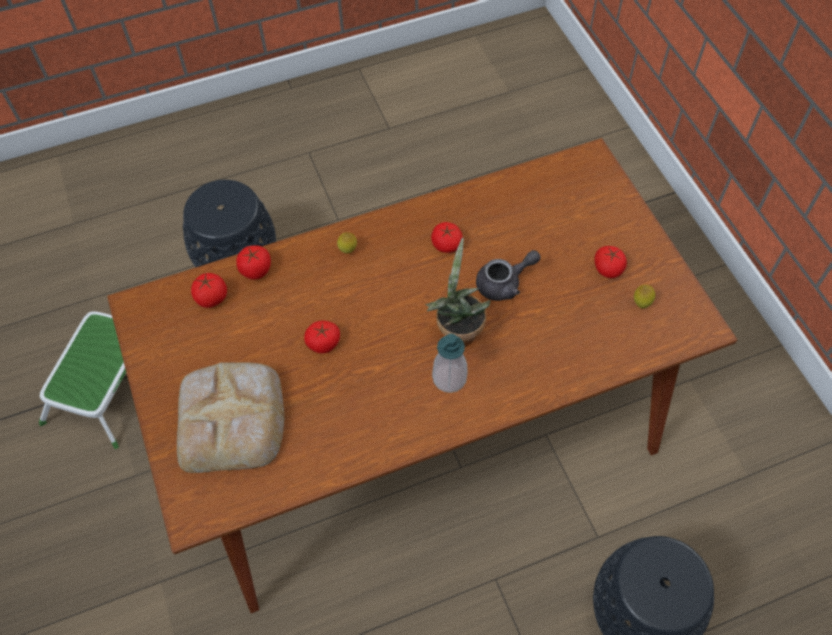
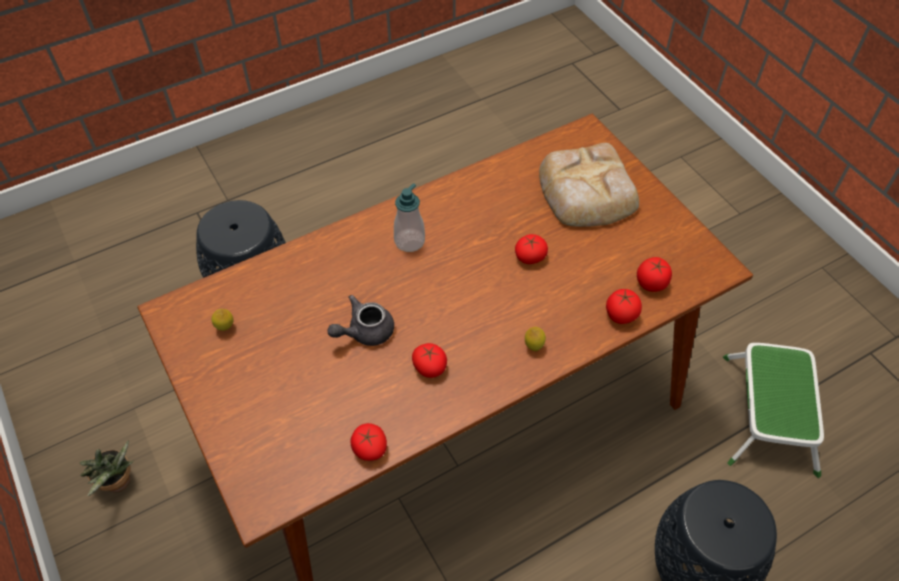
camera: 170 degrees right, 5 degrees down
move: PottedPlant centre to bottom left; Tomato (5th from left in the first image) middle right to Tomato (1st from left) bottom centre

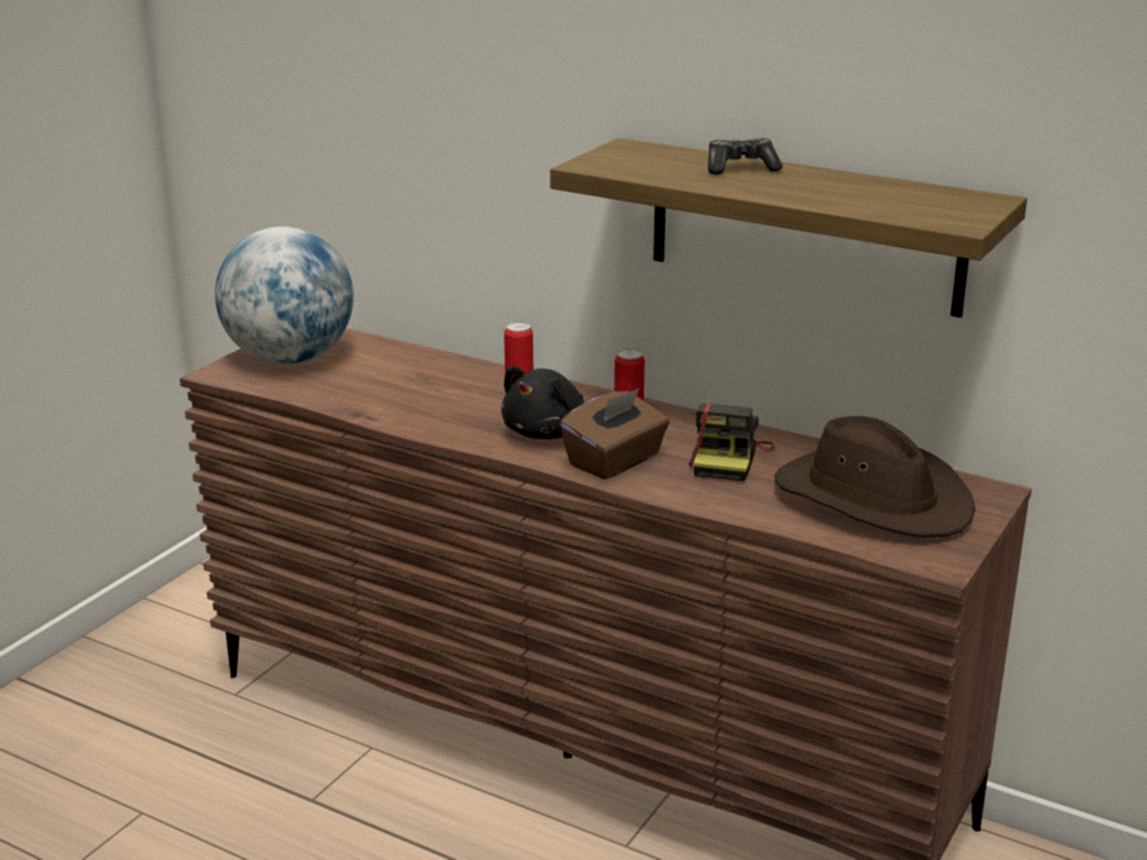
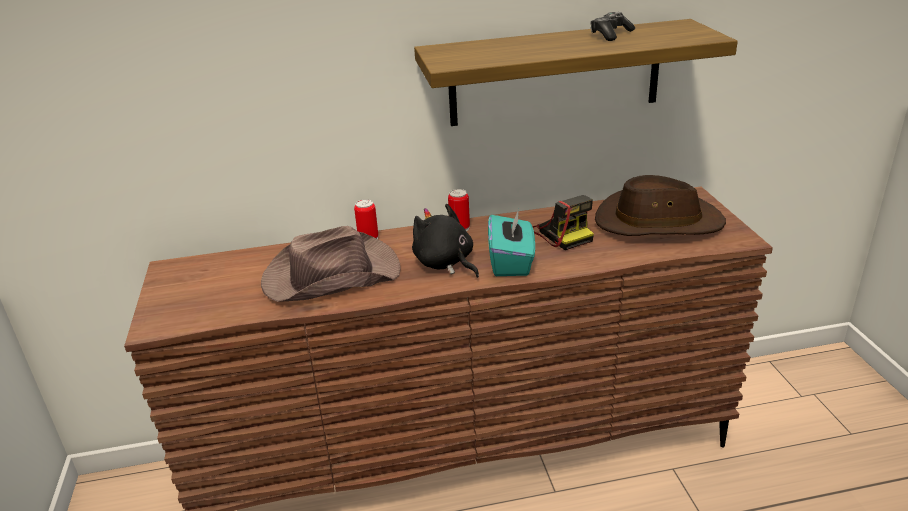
camera: 40 degrees left, 5 degrees up
delete: Globe middle left
insert: BrownHat (1st from left) centre
move: GameController top centre to top right
recolor: BrownTissueBox centre to TurquoiseTissueBox centre
rotate: BlackPlushToy centre = centre 150 degrees clockwise

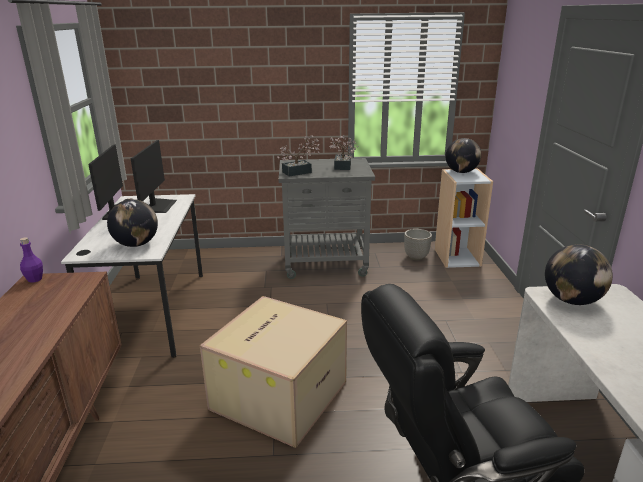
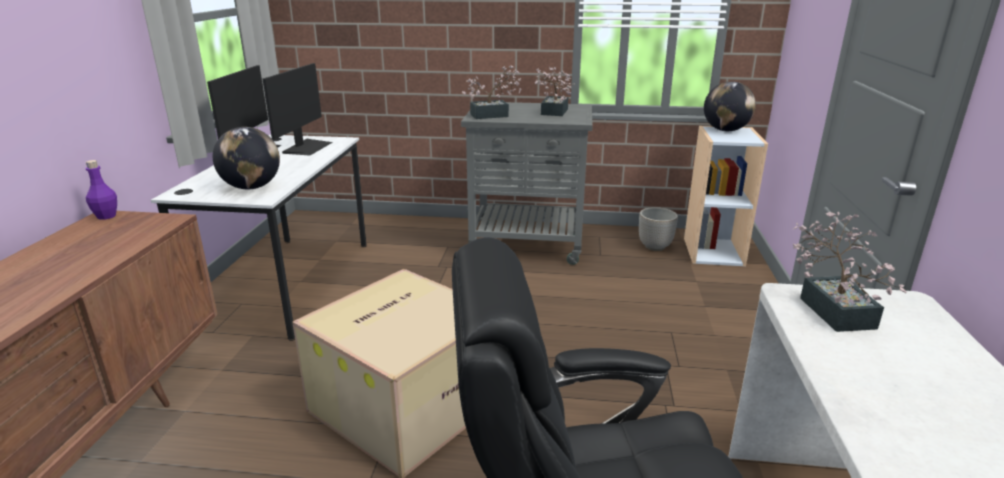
camera: 10 degrees right, 0 degrees up
replace: Globe (3rd from left) middle right to PottedPlant (3rd from left) middle right

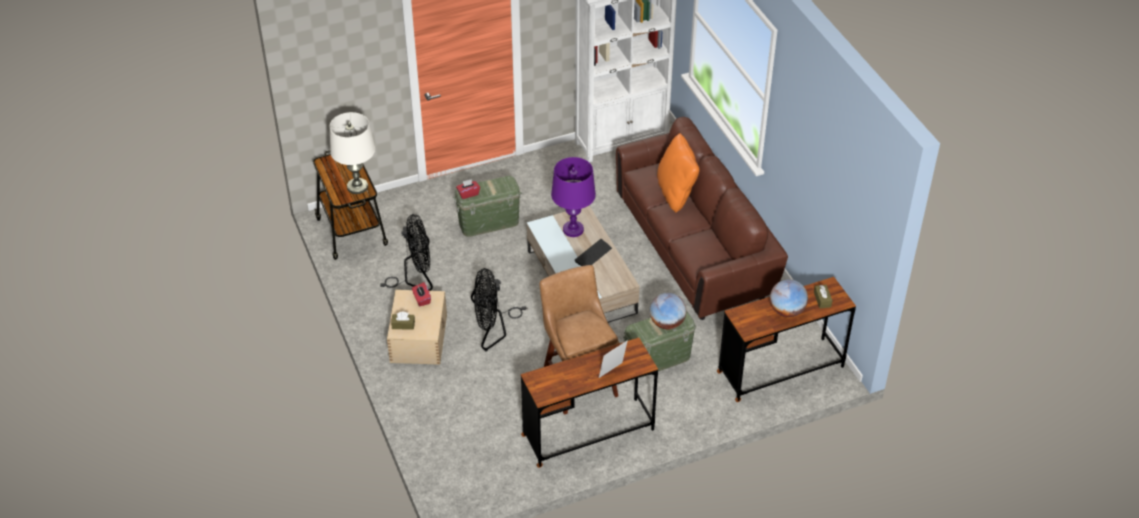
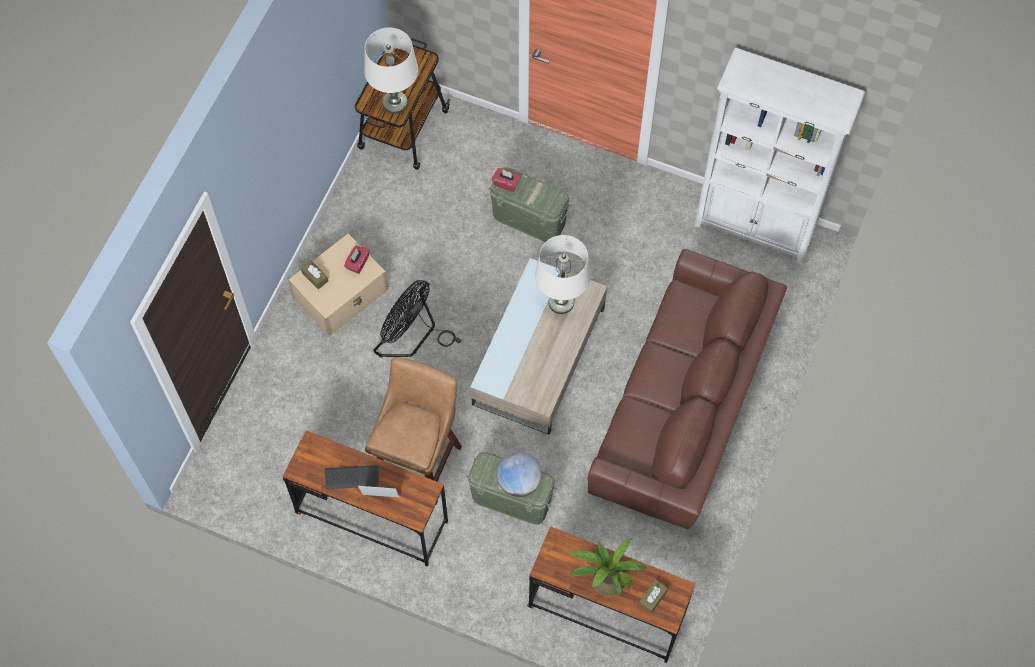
camera: 45 degrees right, 20 degrees up
delete: BlackFan (1st from left) centre; OrangePillow centre
move: Keyboard centre to bottom centre
replace: Globe (2nd from left) middle right to PottedPlant bottom centre
recolor: PurpleTableLamp centre to WhiteTableLamp (2nd from left) centre

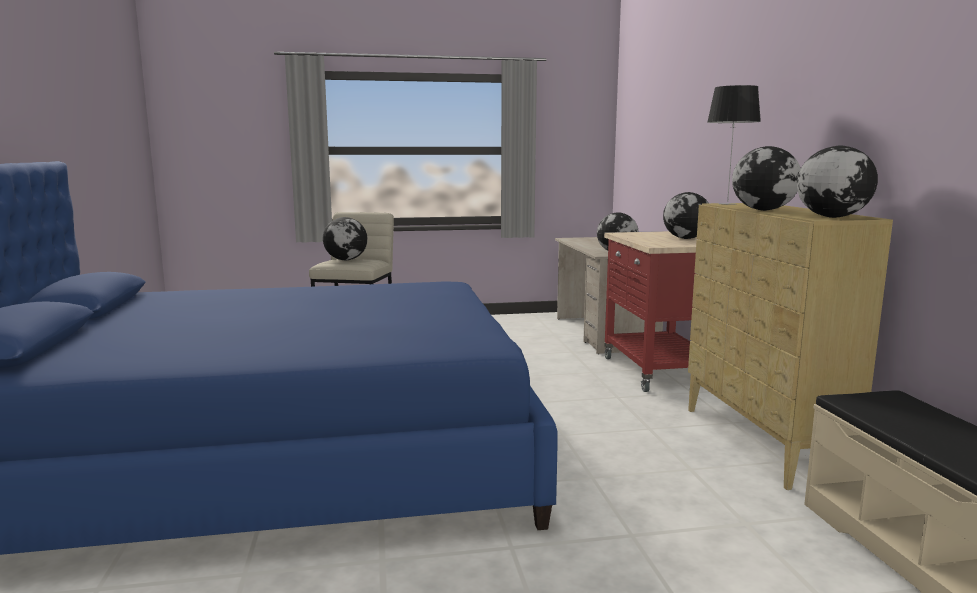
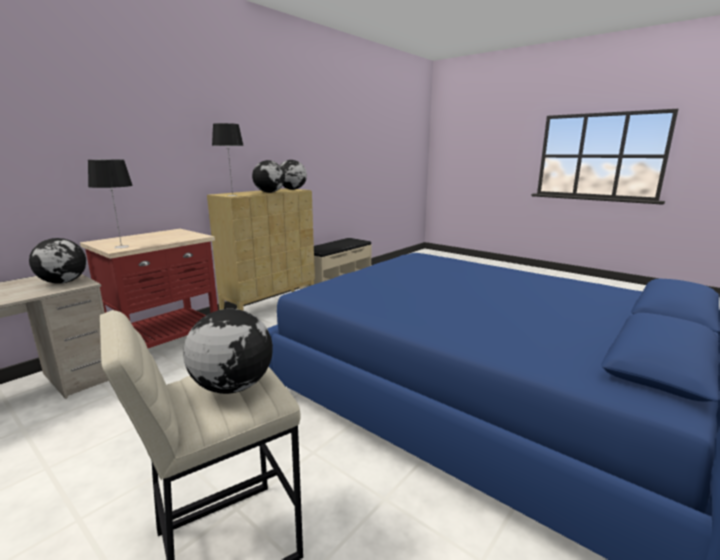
camera: 130 degrees left, 5 degrees up
delete: Globe (3rd from left) middle right
insert: TableLamp (1st from left) middle left

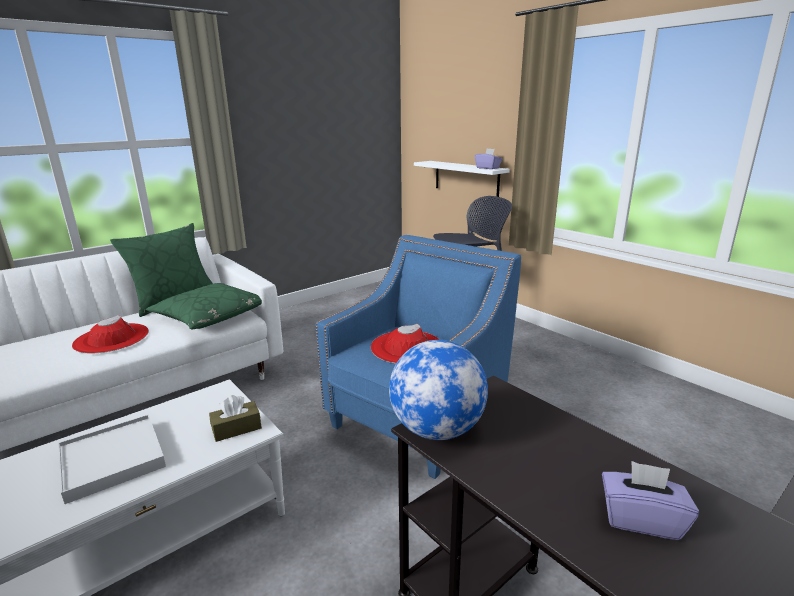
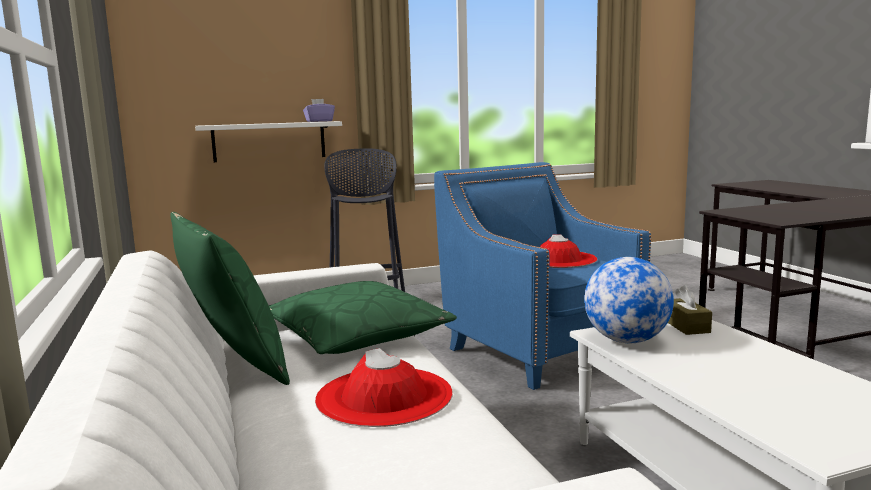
camera: 70 degrees left, 10 degrees down
delete: WhiteTray bottom left; PurpleTissueBox (2nd from left) bottom right
move: Globe centre to middle right

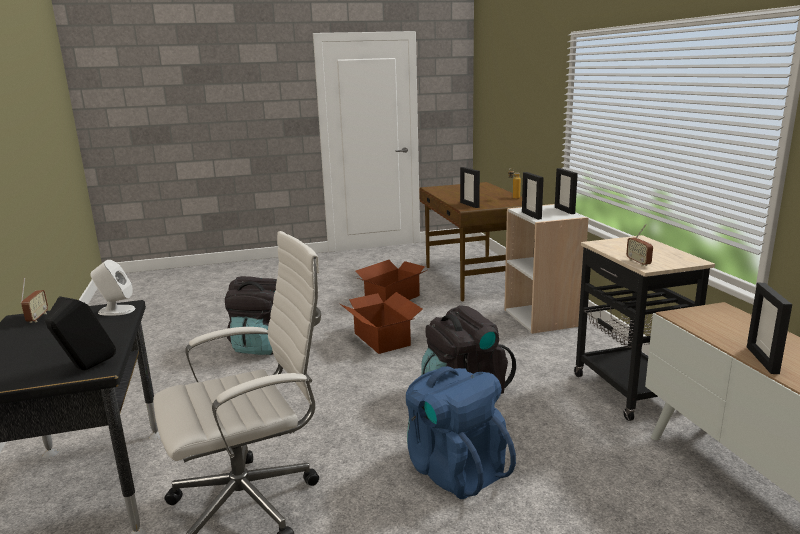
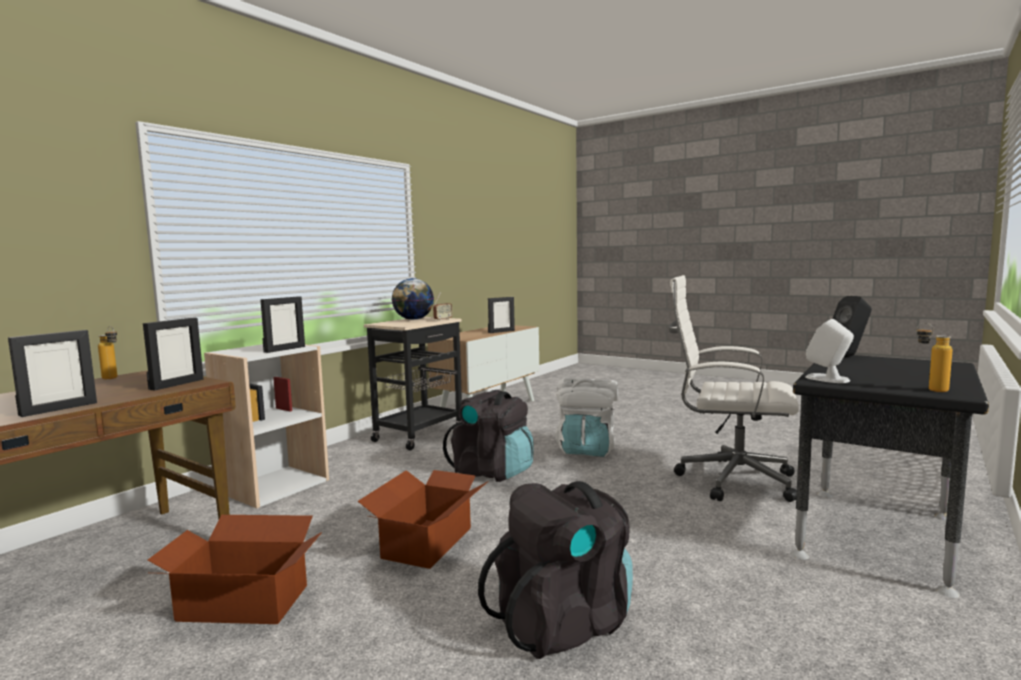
camera: 130 degrees left, 10 degrees down
insert: Globe centre
move: PictureFrame (3rd from left in the first image) middle right to PictureFrame (1st from left) middle left
replace: Radio (1st from left) middle left to Bottle (2nd from left) middle right
recolor: BlueBackpack bottom centre to WhiteBackpack centre

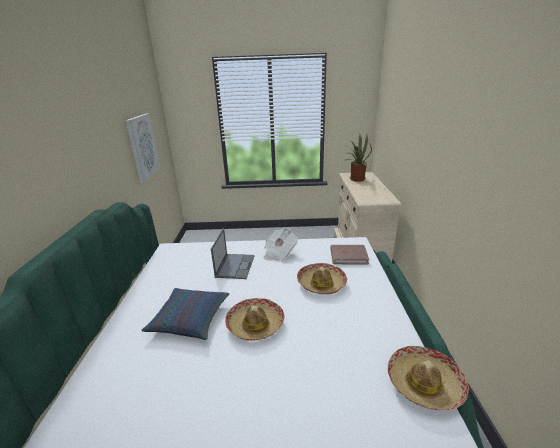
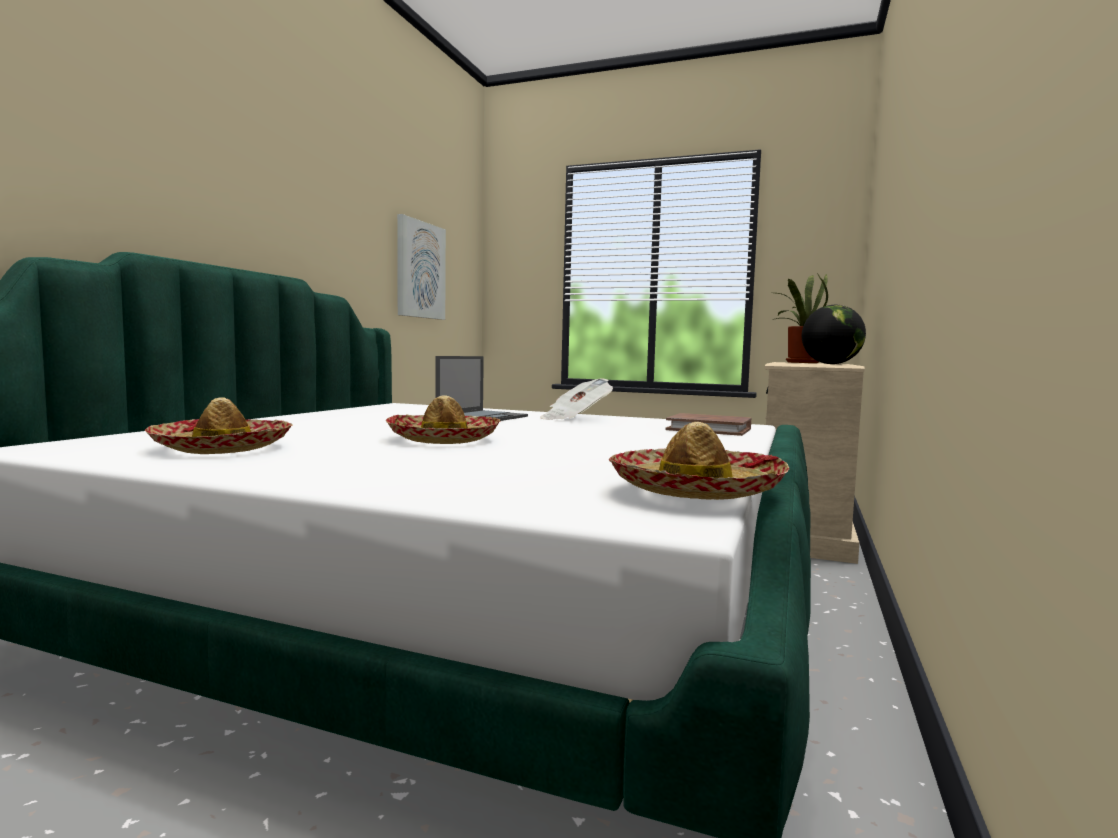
camera: 20 degrees right, 20 degrees down
delete: BluePillow bottom left
insert: Globe middle right
move: Hat (2nd from left in the first image) centre to Hat (1st from left) middle left

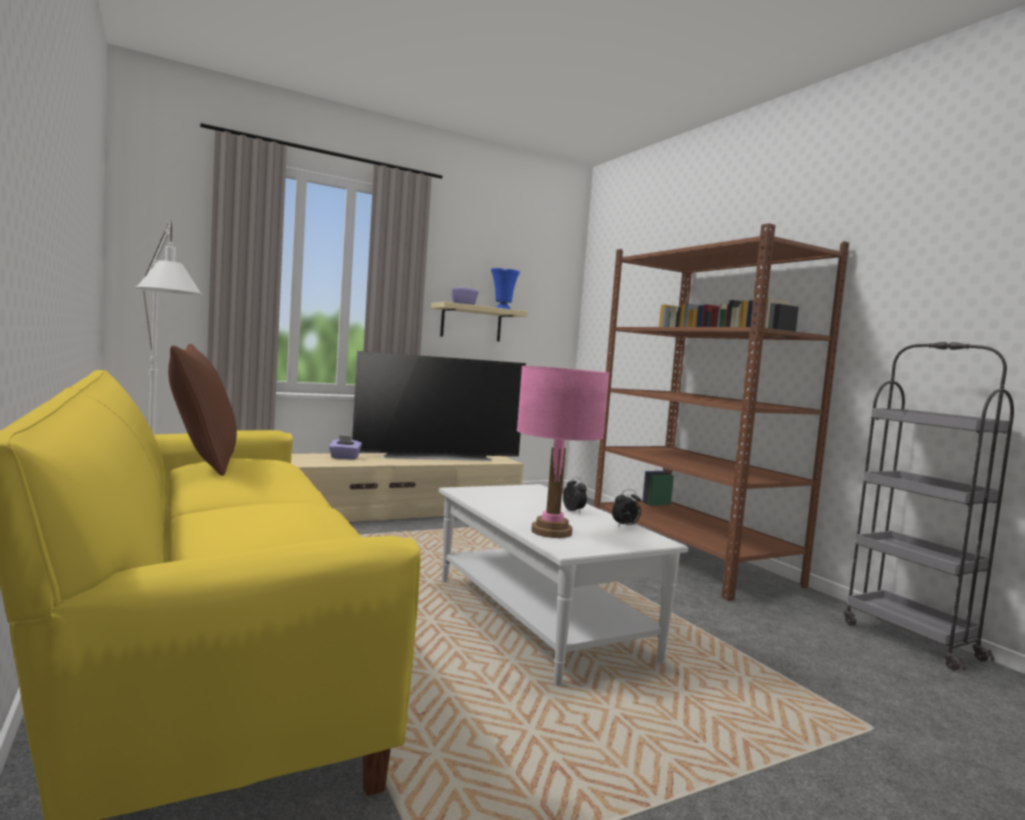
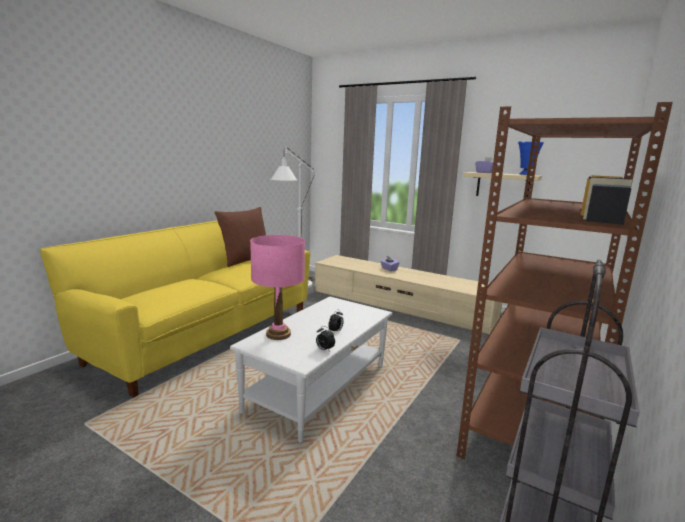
camera: 60 degrees right, 10 degrees up
delete: Television centre

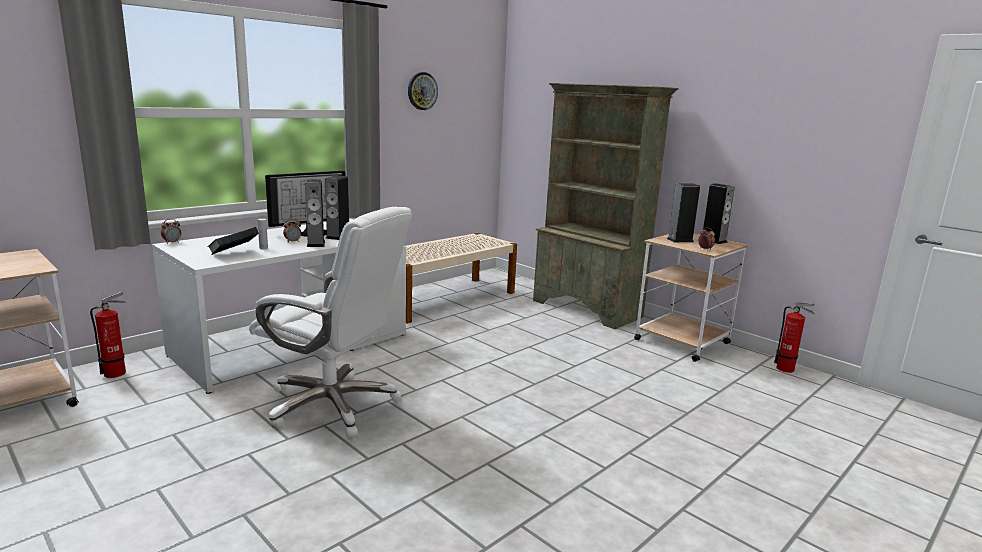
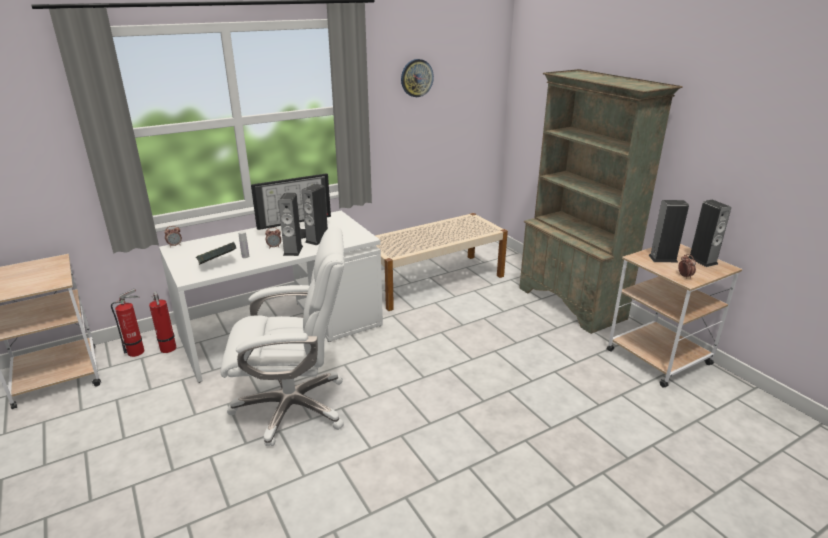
camera: 15 degrees right, 10 degrees up
move: FireExtinguisher (2nd from left) middle right to middle left
rotate: WhiteOfficeChair centre = centre 45 degrees counterclockwise

